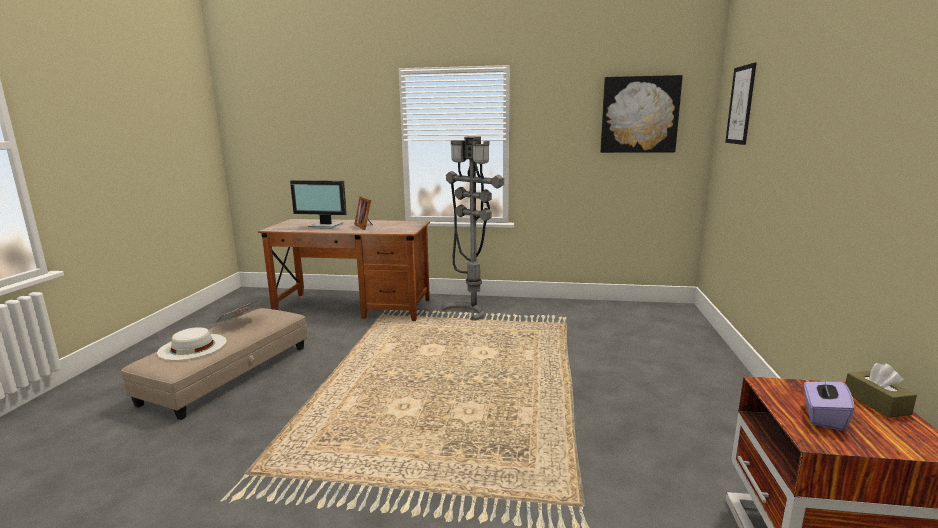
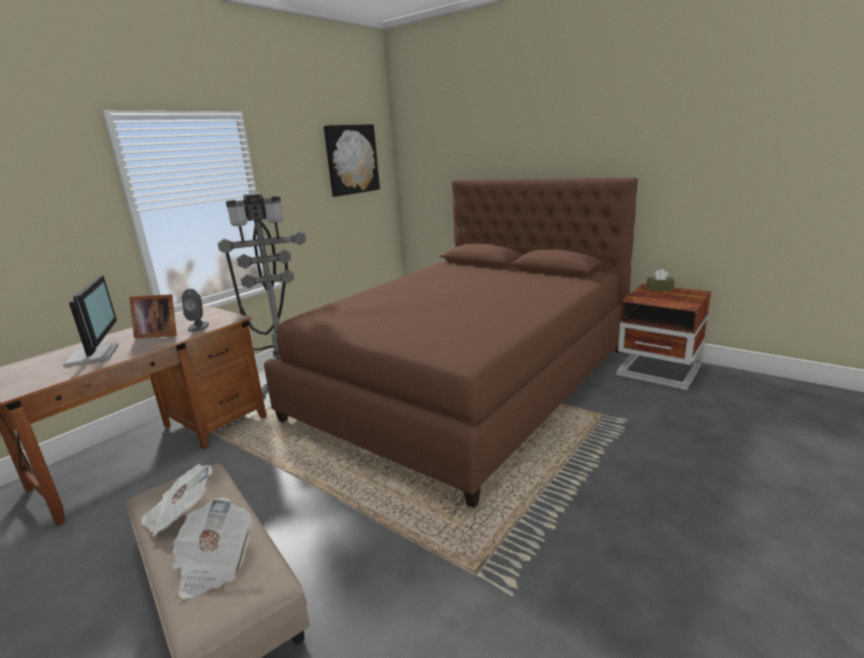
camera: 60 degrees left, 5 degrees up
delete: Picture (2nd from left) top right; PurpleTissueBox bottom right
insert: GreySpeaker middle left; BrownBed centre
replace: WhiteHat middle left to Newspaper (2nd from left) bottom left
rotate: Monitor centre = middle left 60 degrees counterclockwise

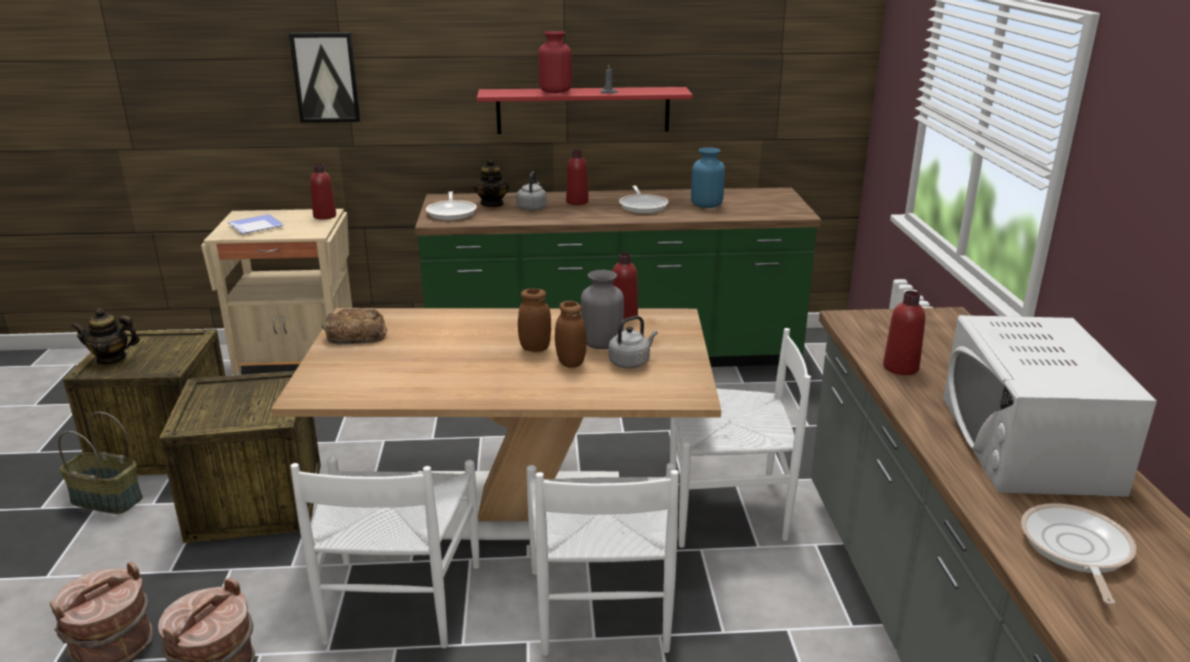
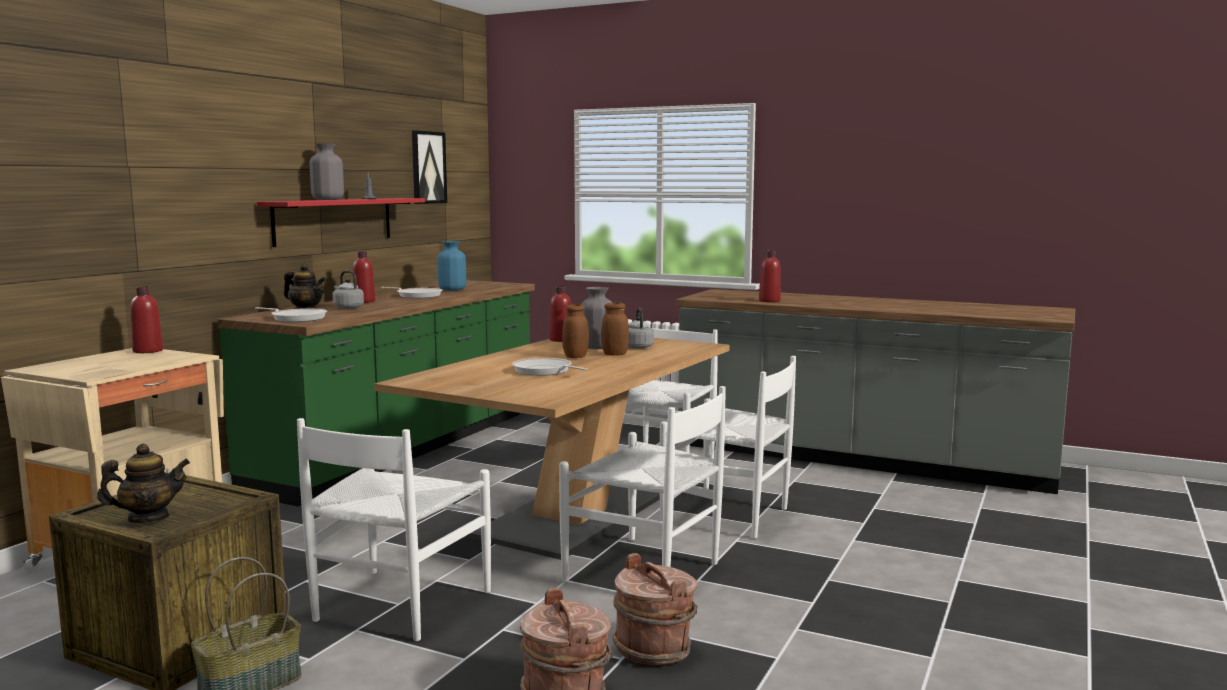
camera: 60 degrees left, 15 degrees down
delete: Plate middle left; Bread middle left; WhiteMicrowave middle right
move: Picture top left to top centre; FryingPan (3rd from left) bottom right to centre
replace: Crate (2nd from left) bottom left to WhiteChair (1st from left) bottom left
recolor: RedVase top centre to GreyVase (1st from left) top left
rotate: Teapot (1st from left) middle left = bottom left 135 degrees counterclockwise

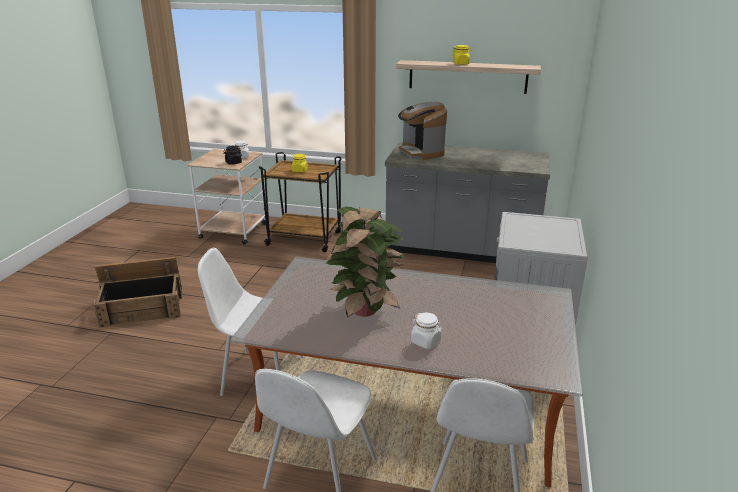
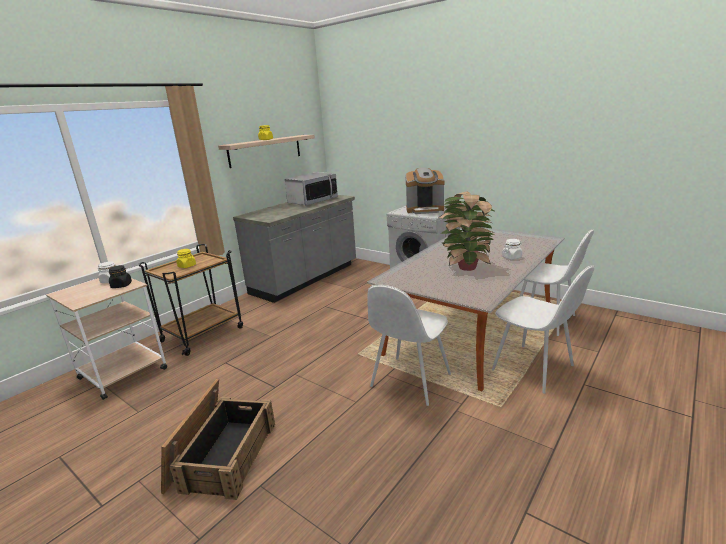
camera: 65 degrees left, 5 degrees down
insert: Microwave centre
move: CoffeeMachine top centre to centre

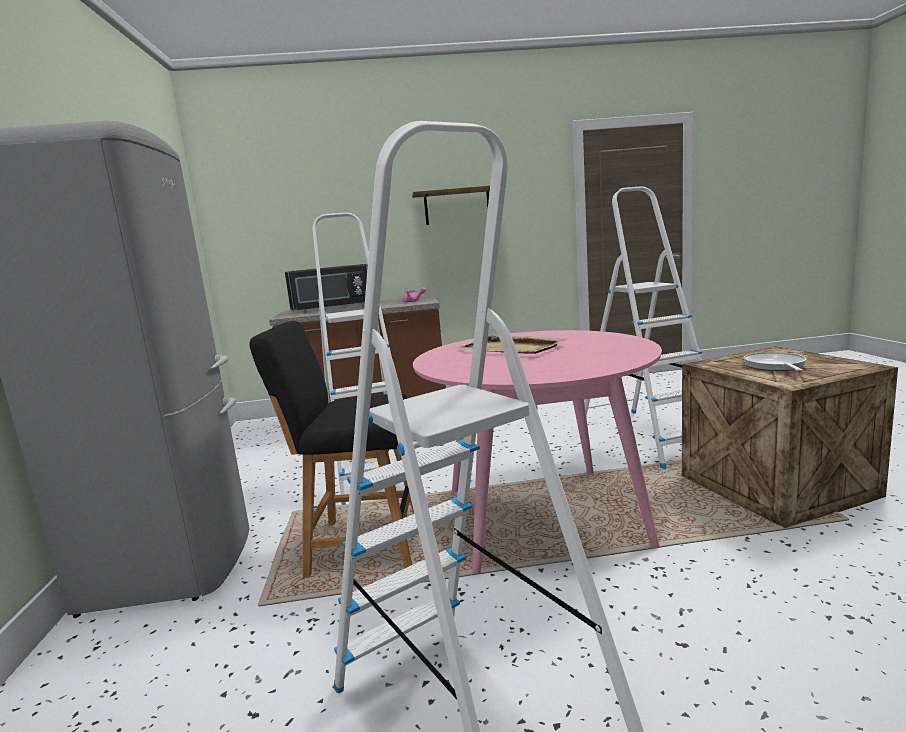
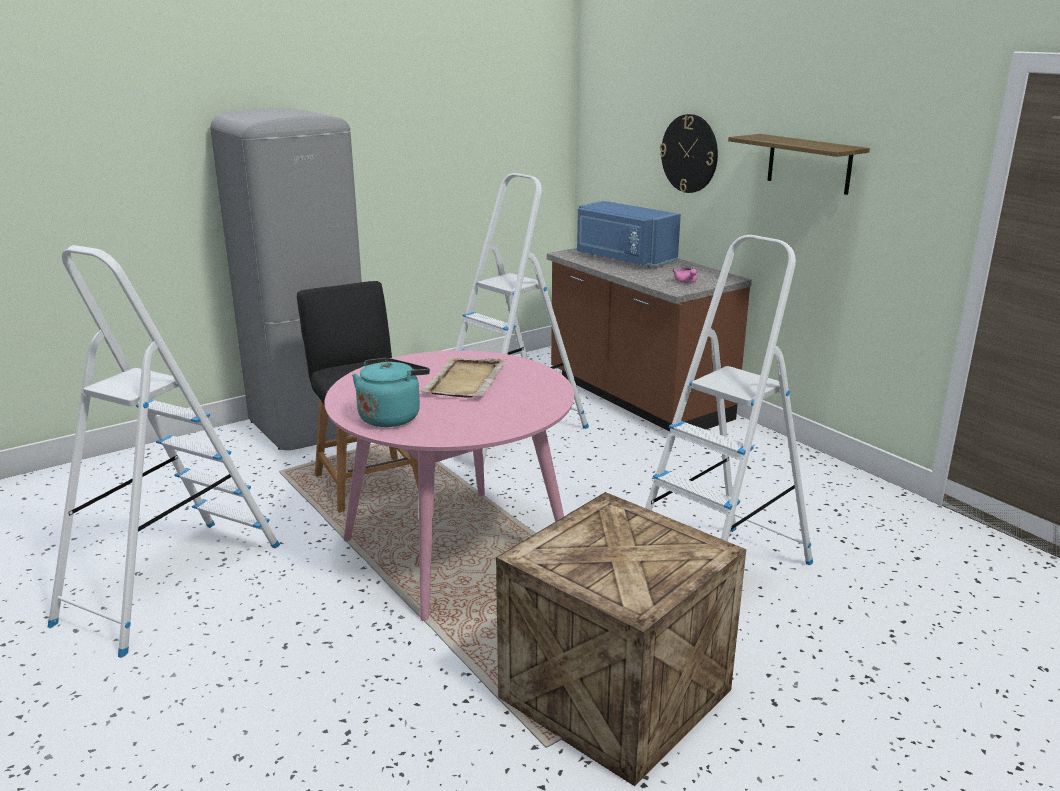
camera: 60 degrees right, 10 degrees up
delete: FryingPan middle right
insert: TurquoiseKettle centre; WallClock top centre
recolor: BlackMicrowave centre to BlueMicrowave top centre

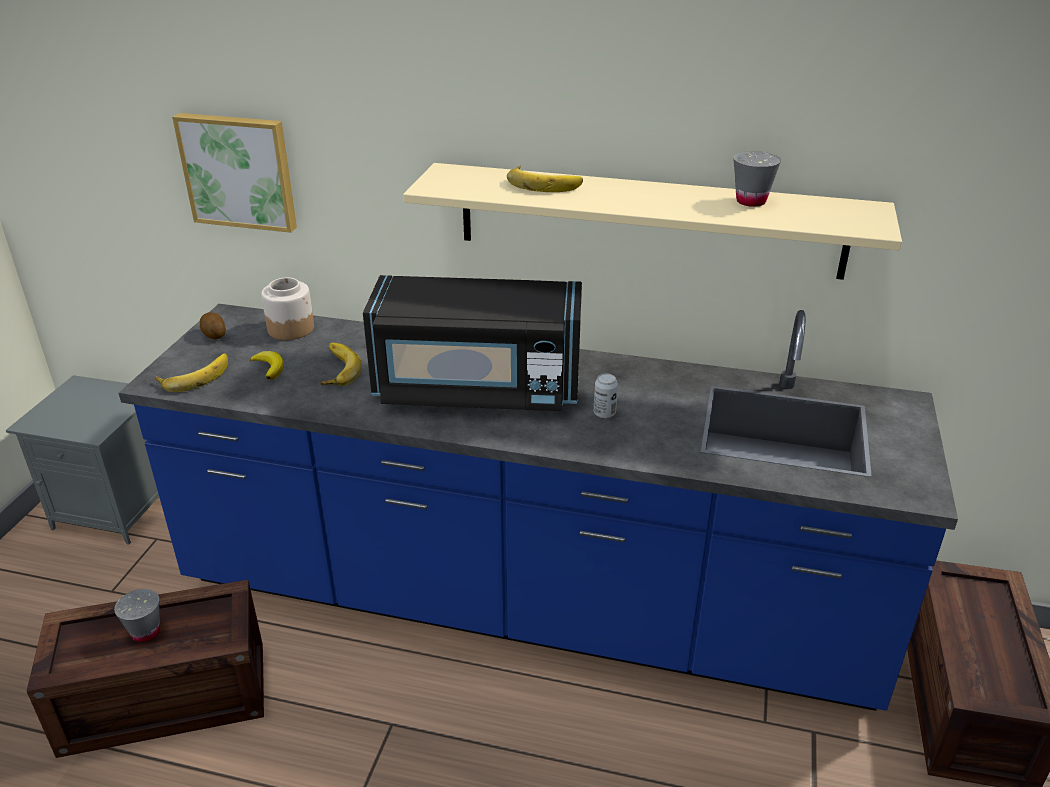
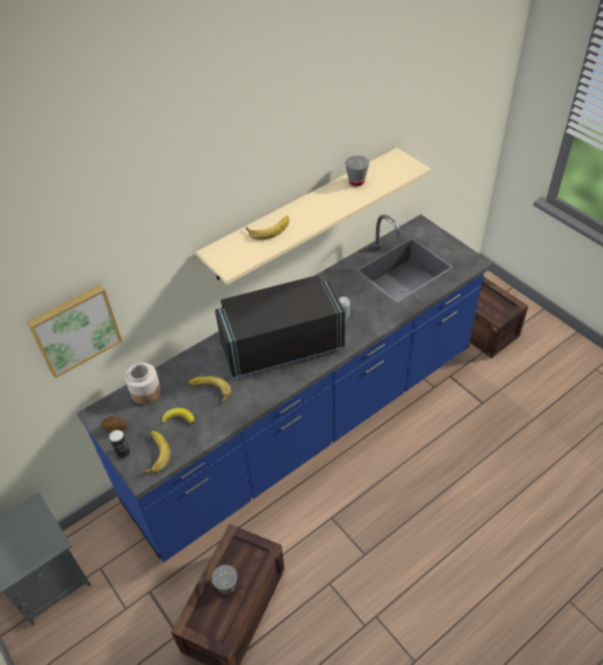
camera: 50 degrees left, 15 degrees up
insert: Can (1st from left) bottom left
rotate: BlackMicrowave centre = centre 150 degrees counterclockwise

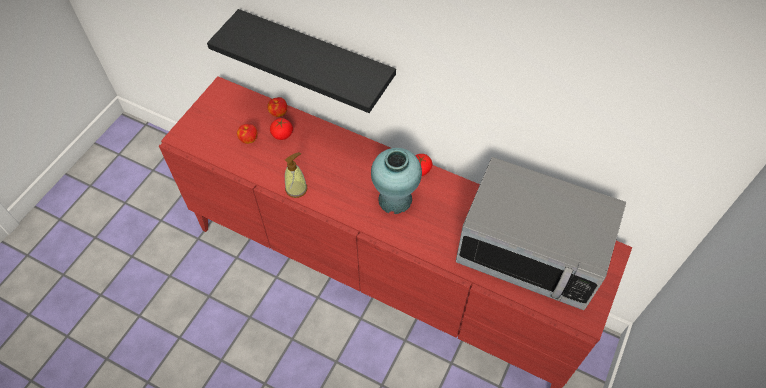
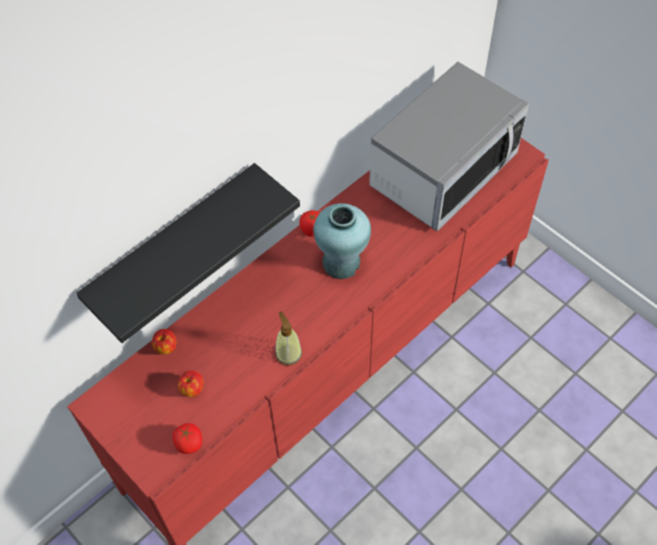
camera: 70 degrees left, 0 degrees up
move: Tomato (1st from left) top centre to bottom left

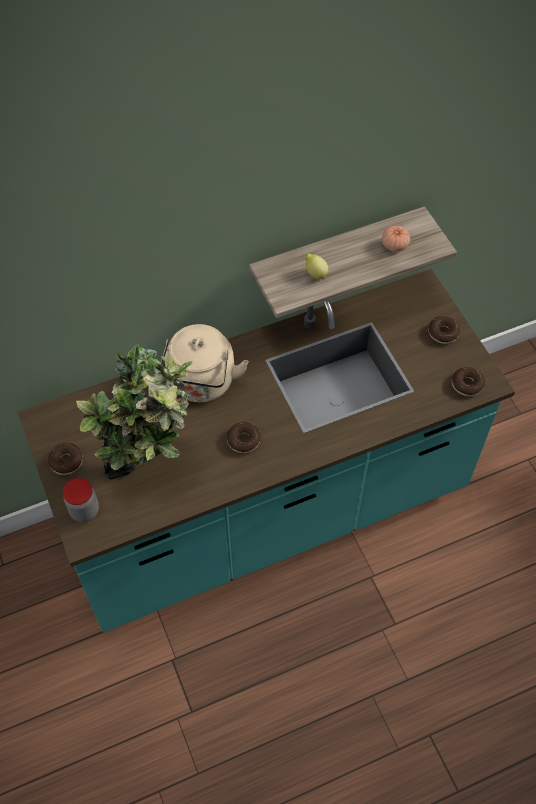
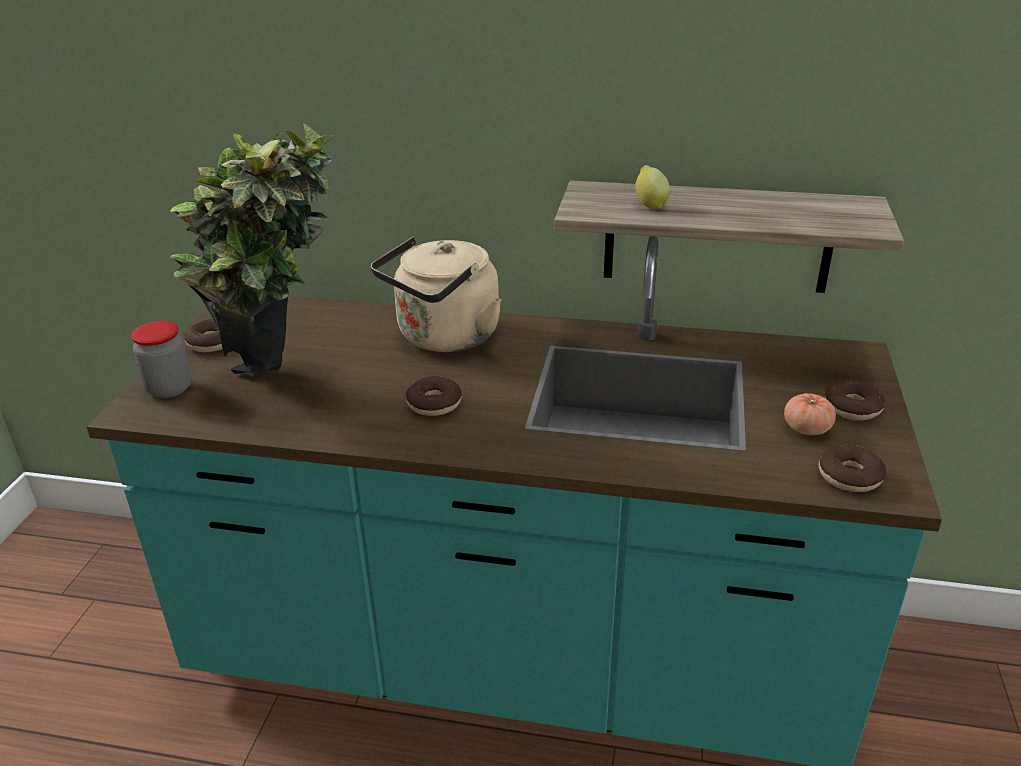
camera: 35 degrees right, 25 degrees down
move: Tomato top right to middle right

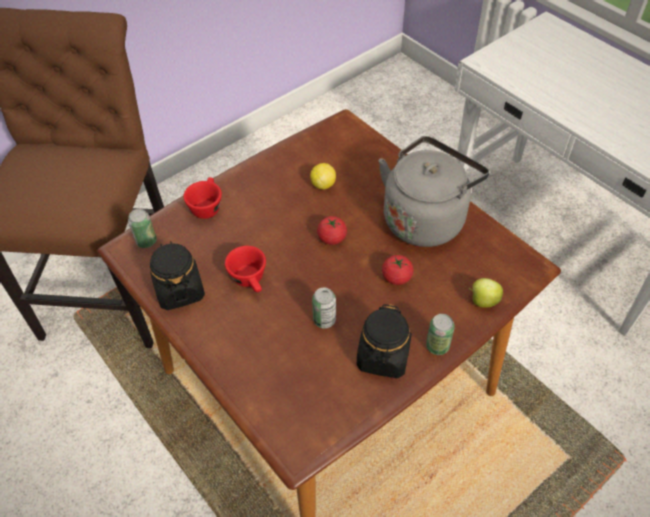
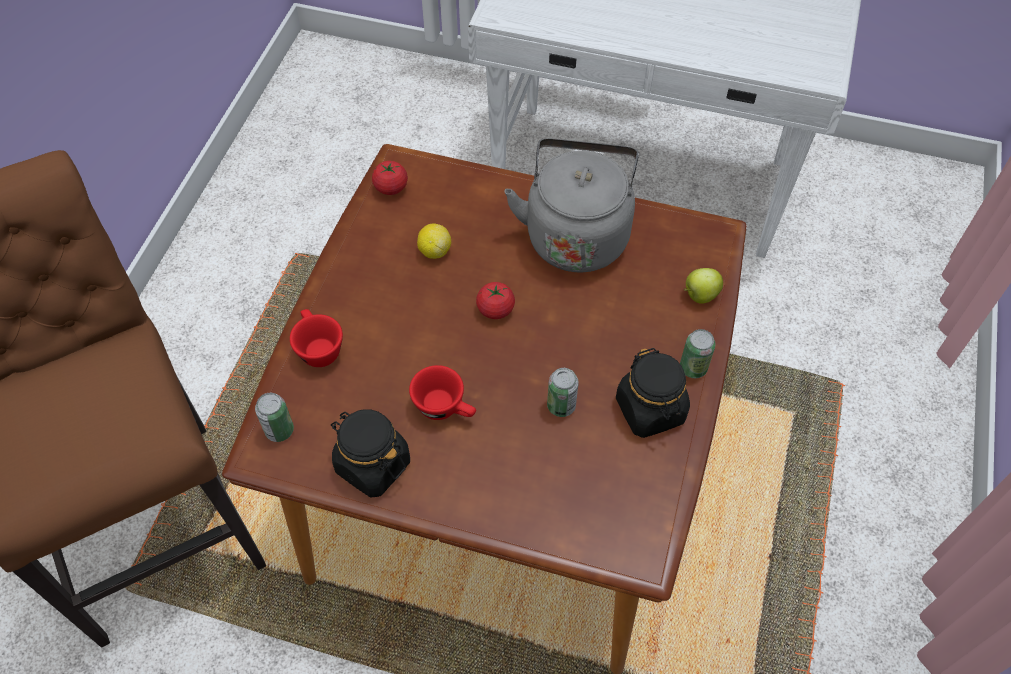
camera: 35 degrees left, 5 degrees up
move: Tomato (2nd from left in the first image) centre to Tomato (1st from left) top centre

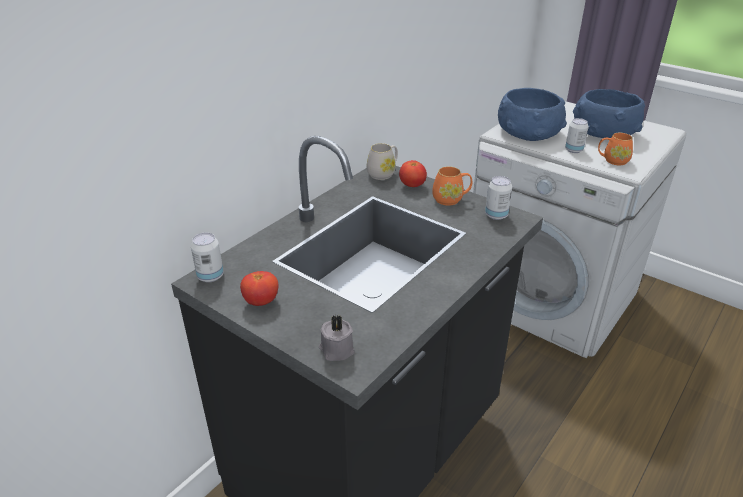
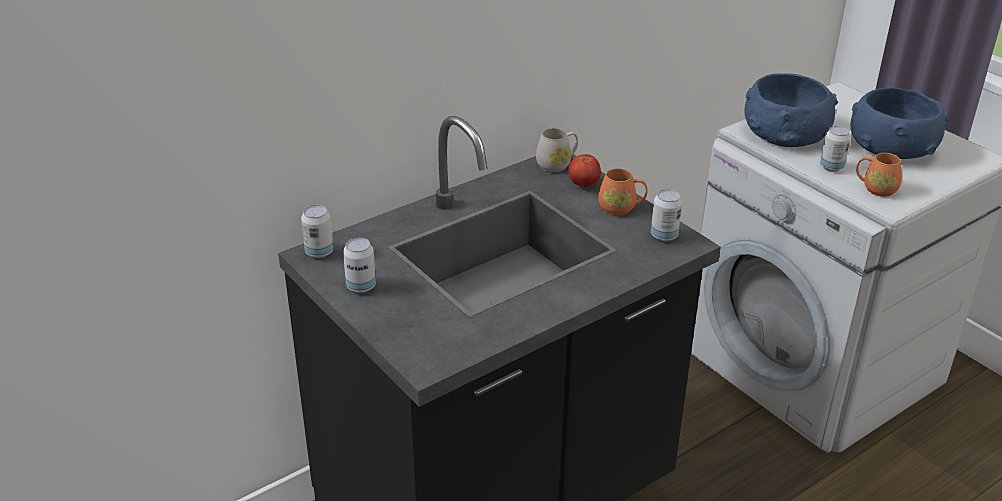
camera: 15 degrees right, 0 degrees up
delete: GreyCandle bottom centre
replace: Tomato (1st from left) centre to Can (2nd from left) centre

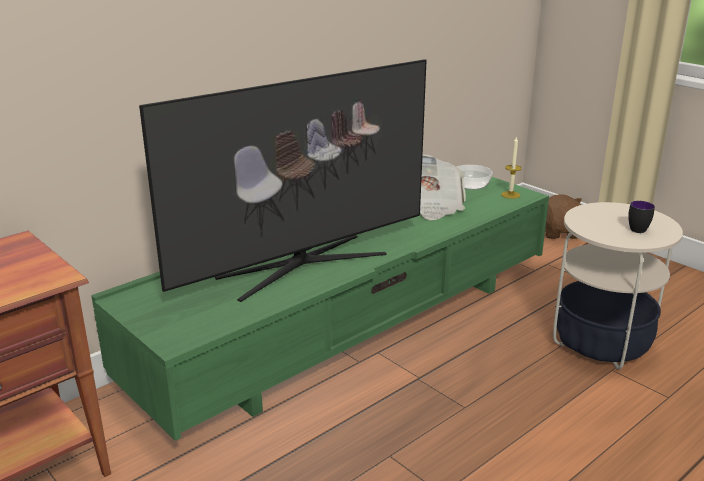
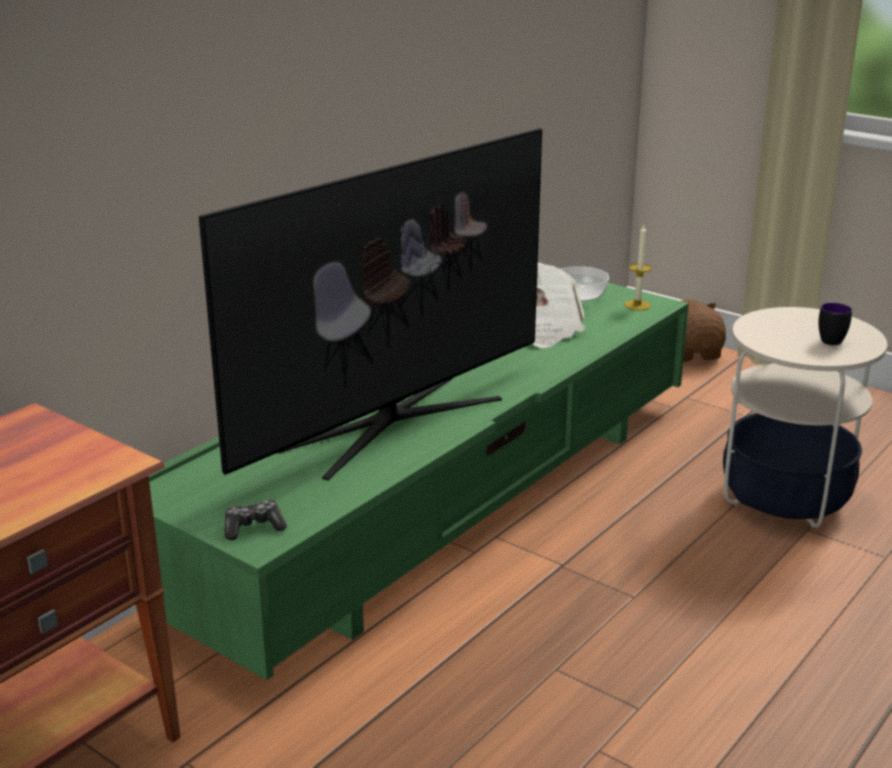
camera: 10 degrees left, 0 degrees up
insert: GameController bottom left

